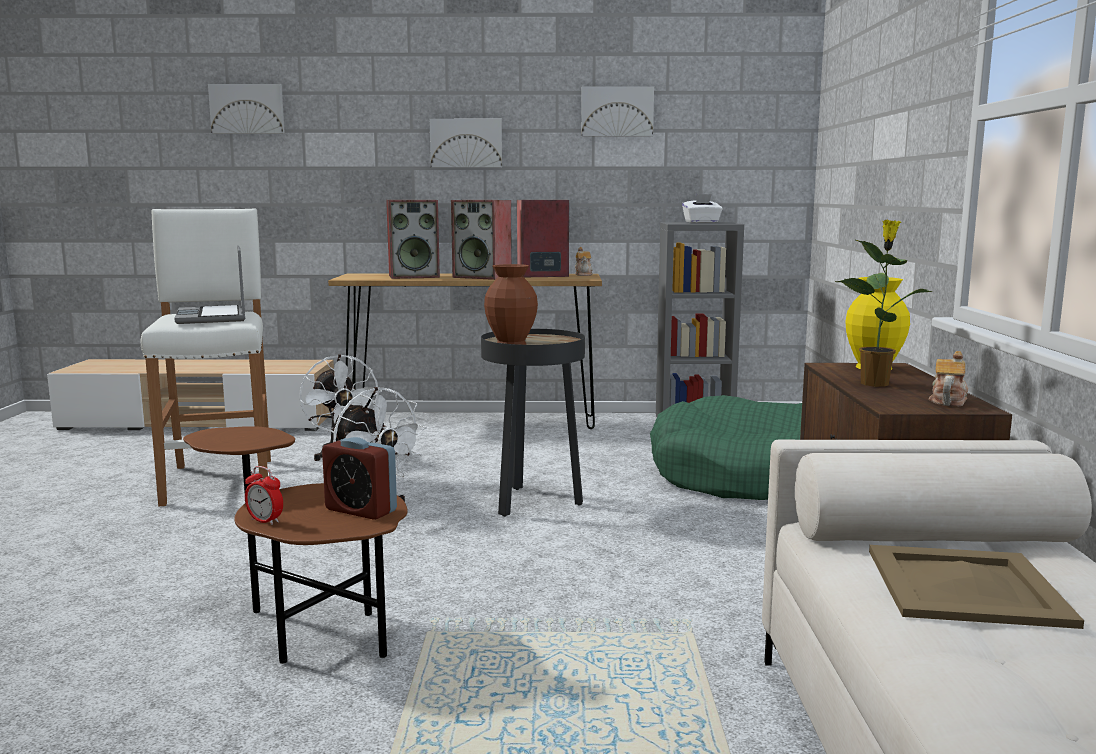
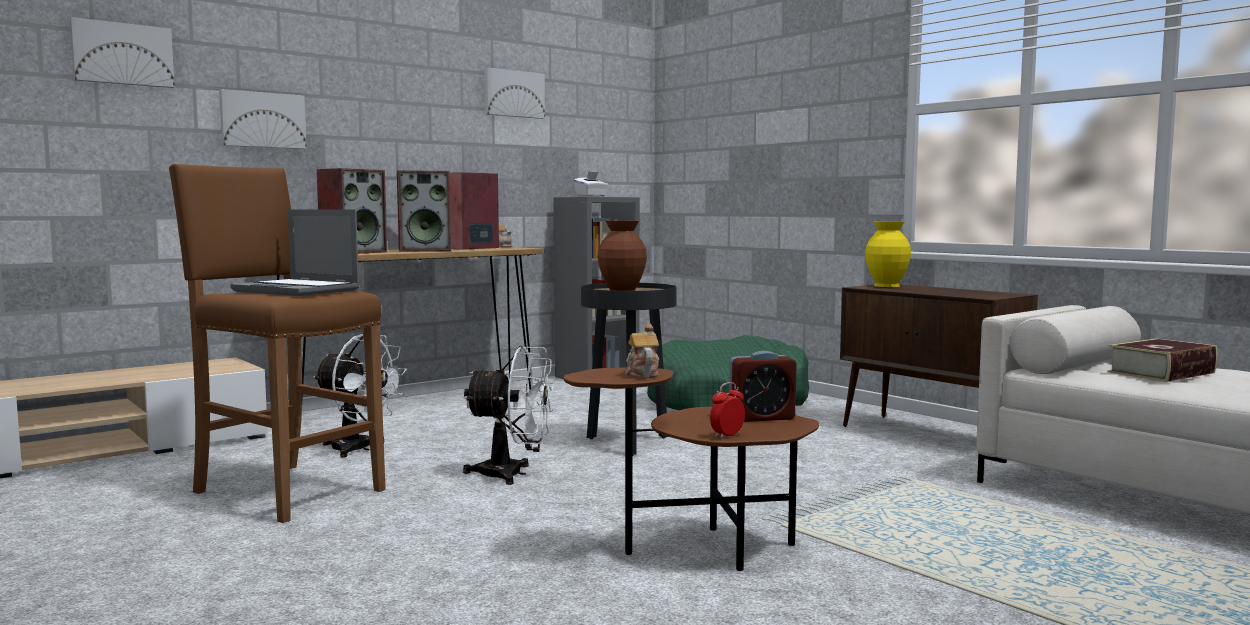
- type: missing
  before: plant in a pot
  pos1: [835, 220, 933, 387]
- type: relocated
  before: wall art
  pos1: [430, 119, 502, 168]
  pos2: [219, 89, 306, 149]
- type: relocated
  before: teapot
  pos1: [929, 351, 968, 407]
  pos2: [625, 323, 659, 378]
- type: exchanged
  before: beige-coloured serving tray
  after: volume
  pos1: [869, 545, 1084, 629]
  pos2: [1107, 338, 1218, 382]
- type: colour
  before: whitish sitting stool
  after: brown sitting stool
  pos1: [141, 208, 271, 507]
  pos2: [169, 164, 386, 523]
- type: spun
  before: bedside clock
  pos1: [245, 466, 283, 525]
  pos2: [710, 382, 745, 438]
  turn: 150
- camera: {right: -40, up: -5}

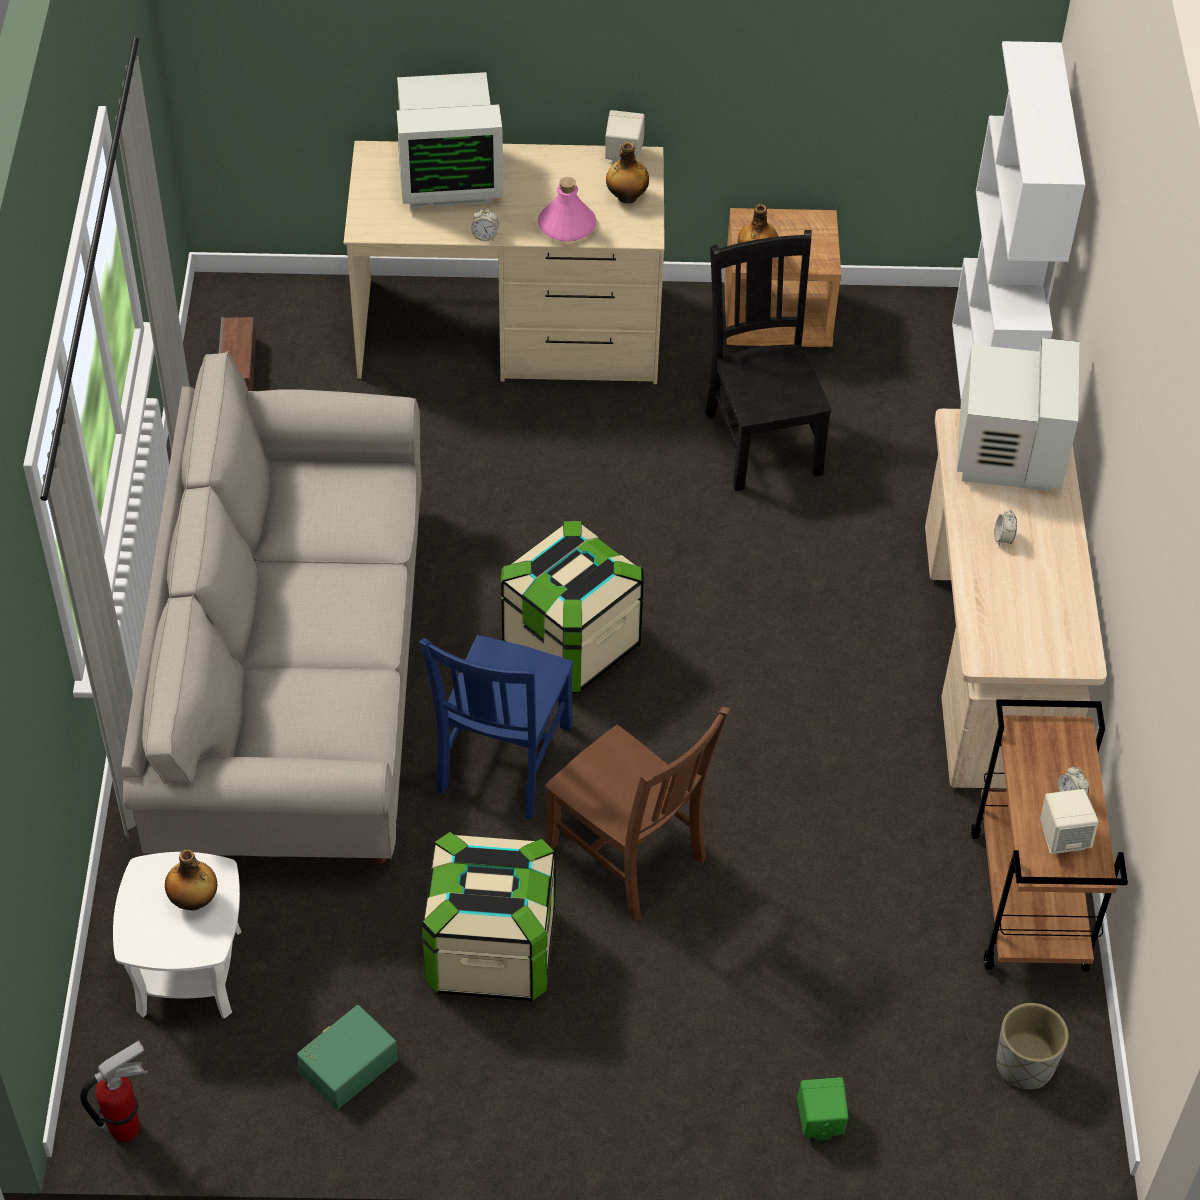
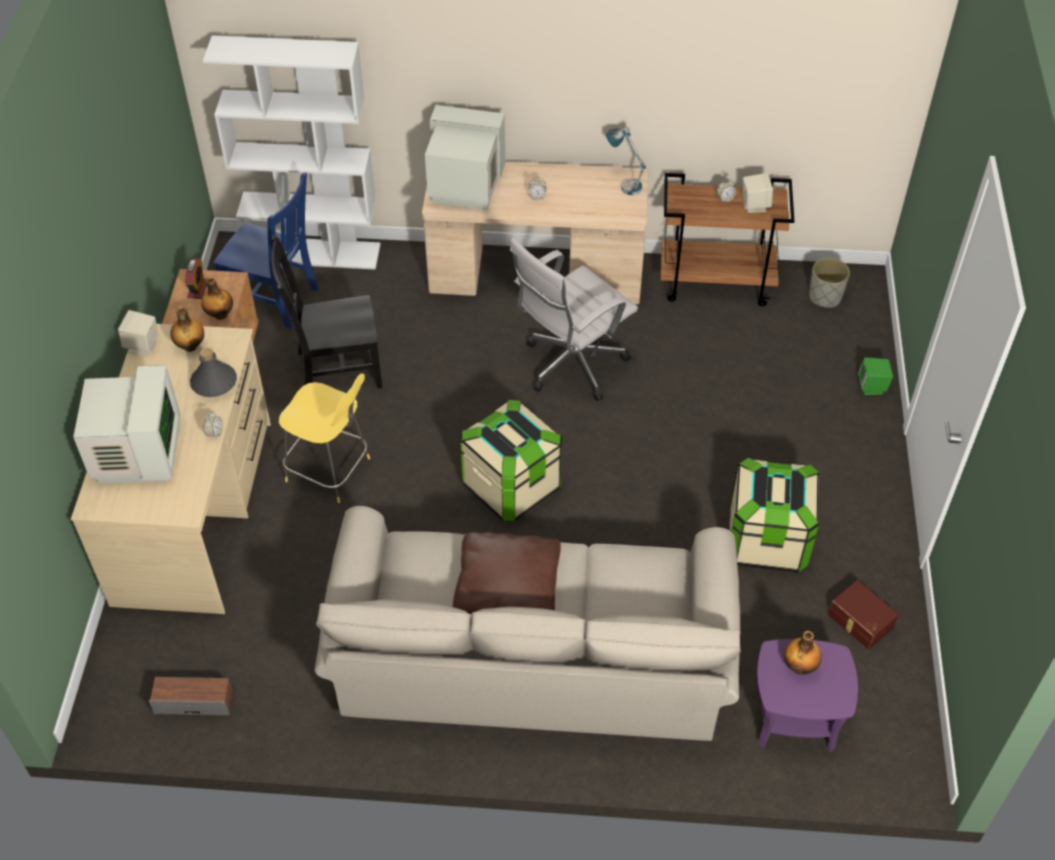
- type: missing
  before: fire extinguisher
  pos1: [80, 1040, 148, 1142]
- type: missing
  before: brown upright chair
  pos1: [545, 707, 731, 921]
- type: appeared
  after: bedside clock
  pos2: [185, 258, 207, 299]
- type: appeared
  after: yellow sitting stool
  pos2: [279, 374, 370, 503]
- type: appeared
  after: brown pillow
  pos2: [453, 532, 561, 614]
- type: appeared
  after: whitish computer chair
  pos2: [510, 238, 638, 401]
- type: appeared
  after: lamp for a table
  pos2: [606, 127, 646, 195]
- type: relocated
  before: bluish upright chair
  pos1: [419, 635, 573, 819]
  pos2: [213, 172, 319, 329]
- type: colour
  before: whitish end table
  after: purple-coloured end table
  pos1: [113, 852, 241, 1019]
  pos2: [756, 639, 858, 753]
- type: colour
  before: greenish storage box
  after: brown storage box
  pos1: [297, 1005, 398, 1110]
  pos2: [828, 580, 899, 649]
- type: colour
  before: pink drink bottle
  after: gray drink bottle
  pos1: [538, 177, 597, 242]
  pos2: [190, 348, 237, 397]
- camera: {right: -85, up: 0}

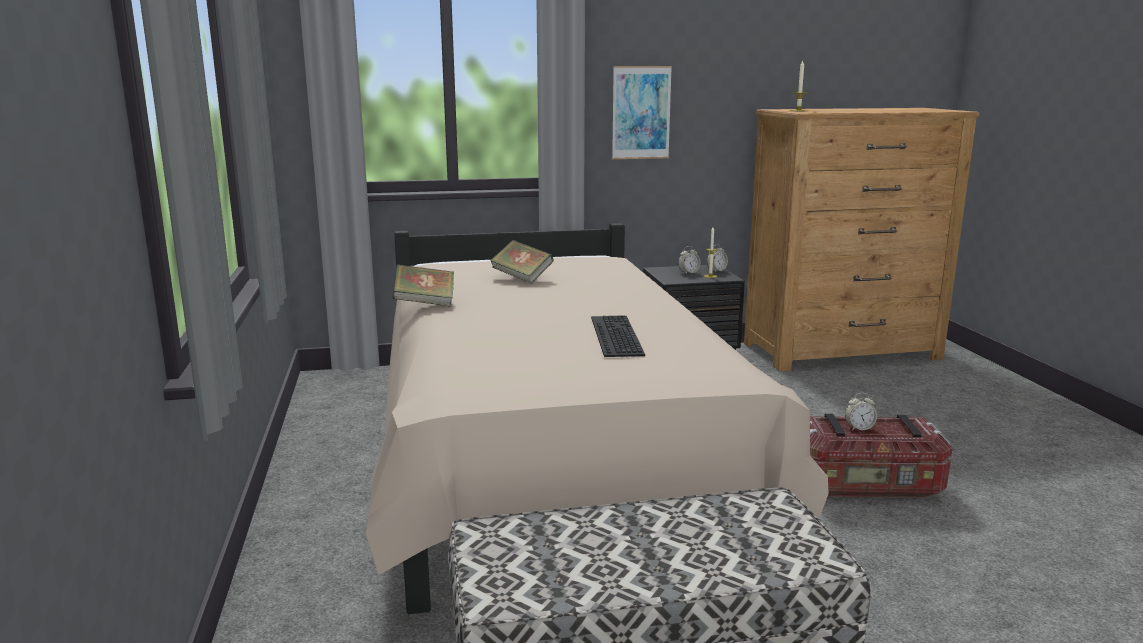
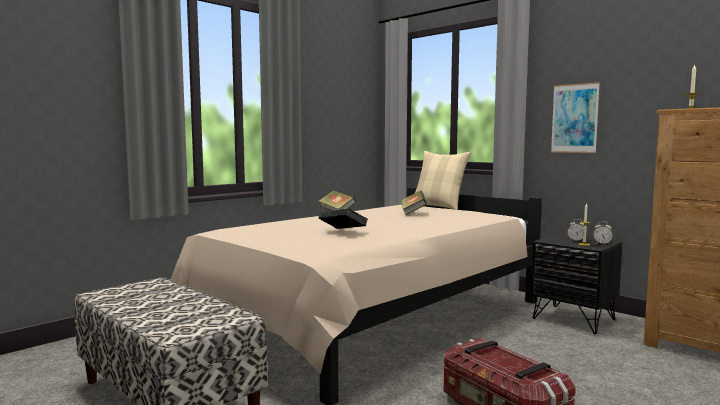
- type: missing
  before: bedside clock
  pos1: [845, 393, 877, 430]
- type: appeared
  after: beige-coloured pillow
  pos2: [415, 151, 471, 210]
- type: exchanged
  before: keyboard
  after: volume
  pos1: [591, 315, 645, 357]
  pos2: [318, 208, 368, 229]
- camera: {right: 55, up: -10}

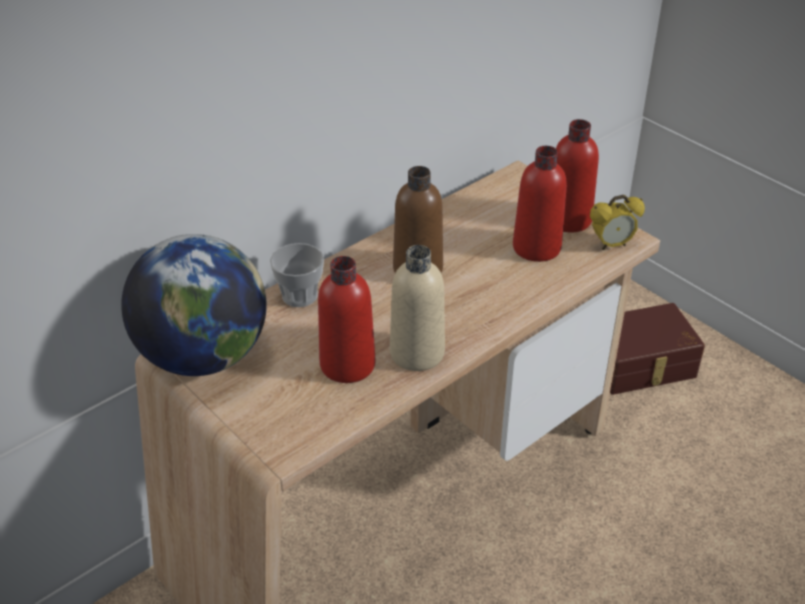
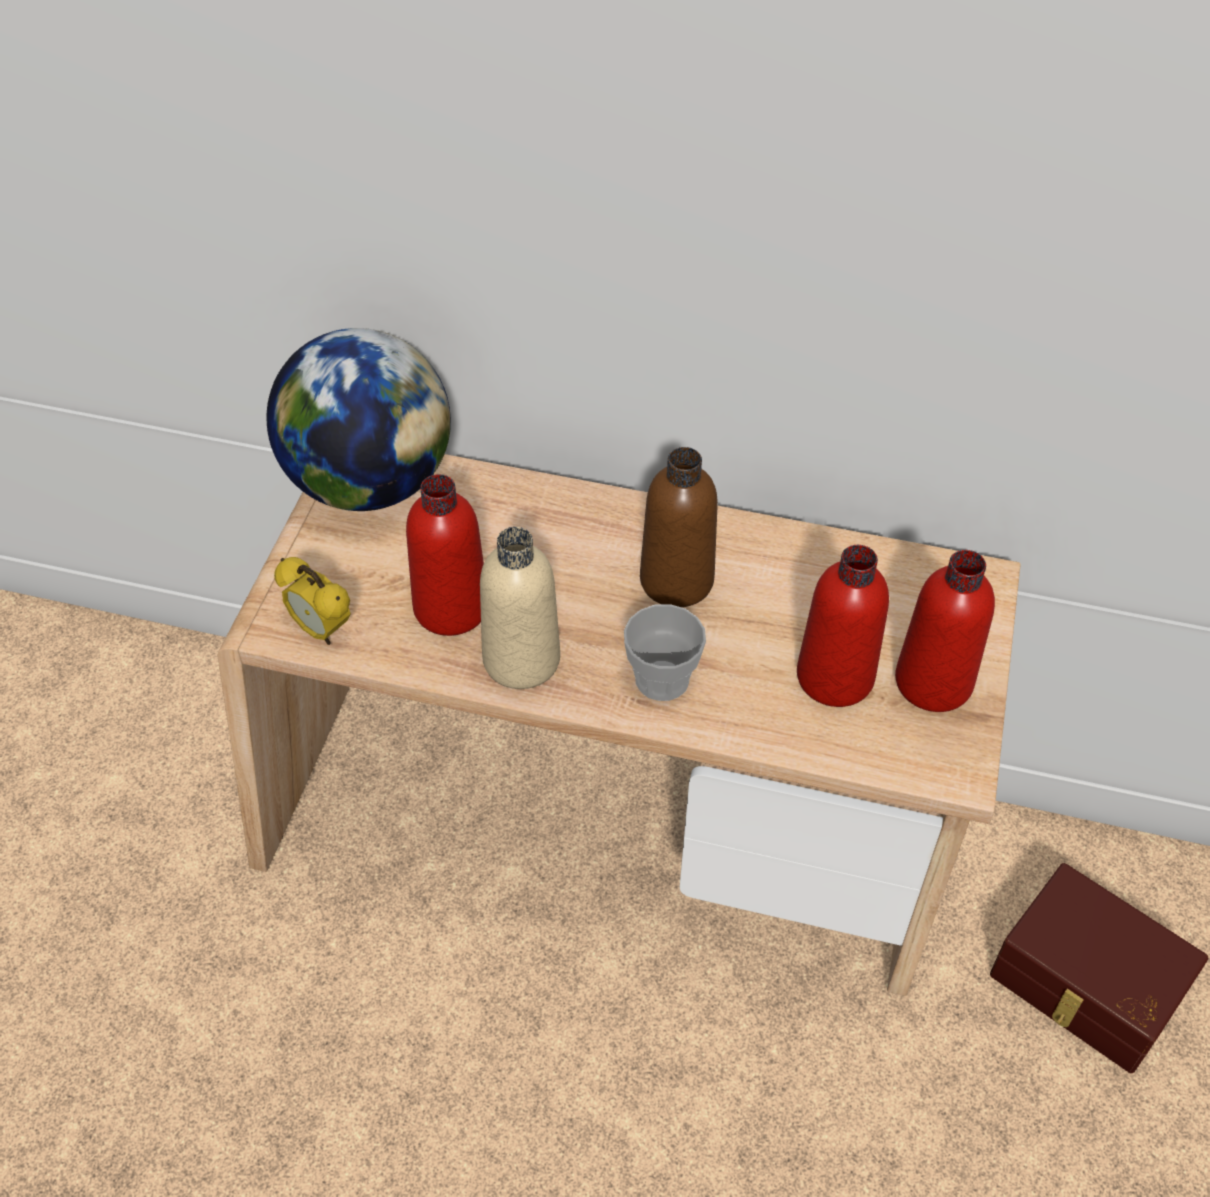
- type: relocated
  before: cup
  pos1: [270, 243, 324, 307]
  pos2: [624, 604, 706, 701]
- type: relocated
  before: bedside clock
  pos1: [590, 195, 645, 250]
  pos2: [274, 557, 351, 645]
- camera: {right: 55, up: 10}

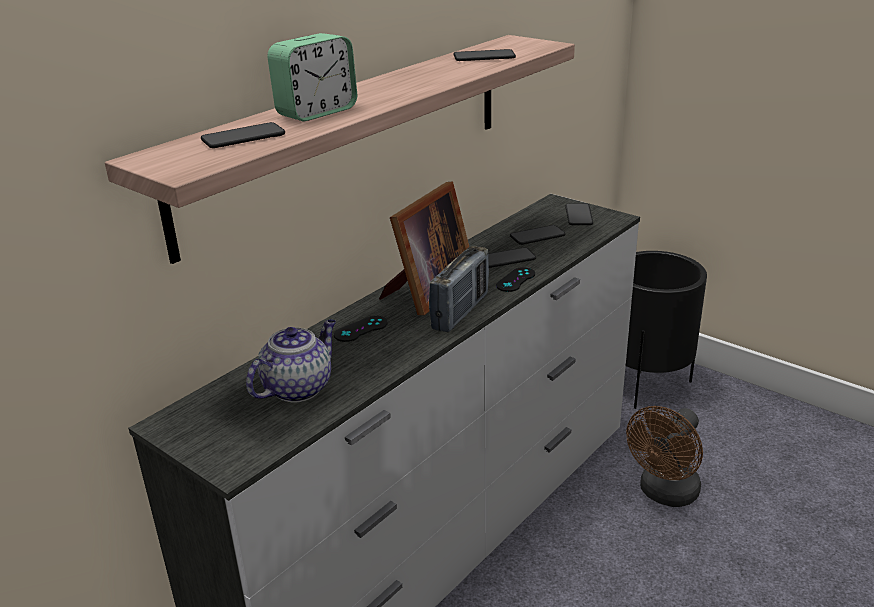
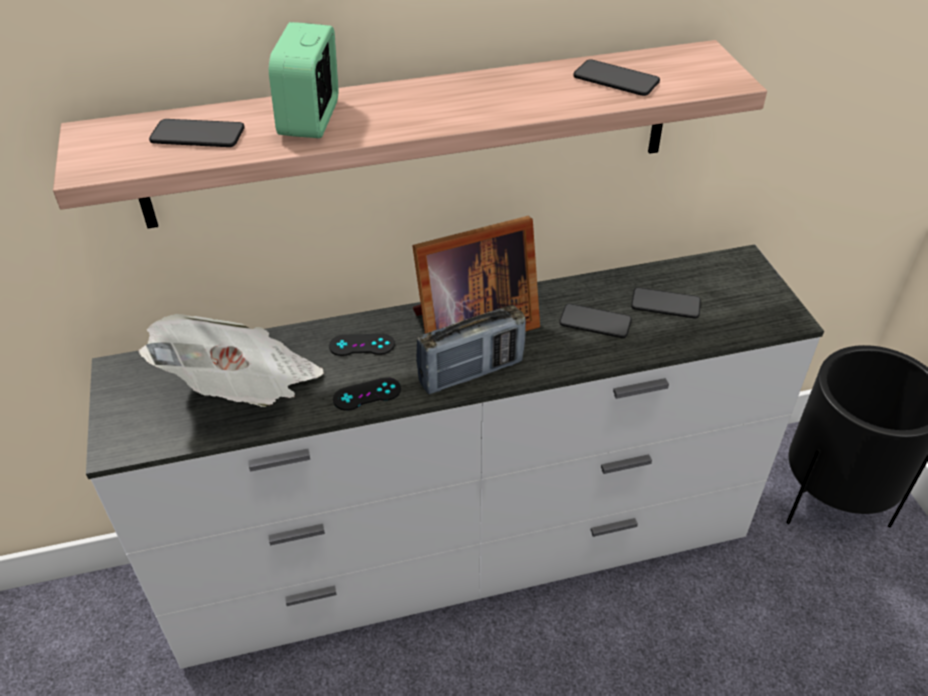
- type: missing
  before: phone
  pos1: [566, 204, 593, 225]
- type: missing
  before: brown cooling fan
  pos1: [626, 406, 703, 507]
- type: relocated
  before: black-coloured gamepad
  pos1: [496, 267, 535, 292]
  pos2: [333, 377, 401, 411]
- type: exchanged
  before: teapot
  after: daily paper
  pos1: [246, 319, 336, 403]
  pos2: [138, 314, 324, 407]
- type: spun
  before: bedside clock
  pos1: [267, 33, 357, 122]
  pos2: [269, 22, 339, 138]
  turn: 105
- camera: {right: 35, up: 15}

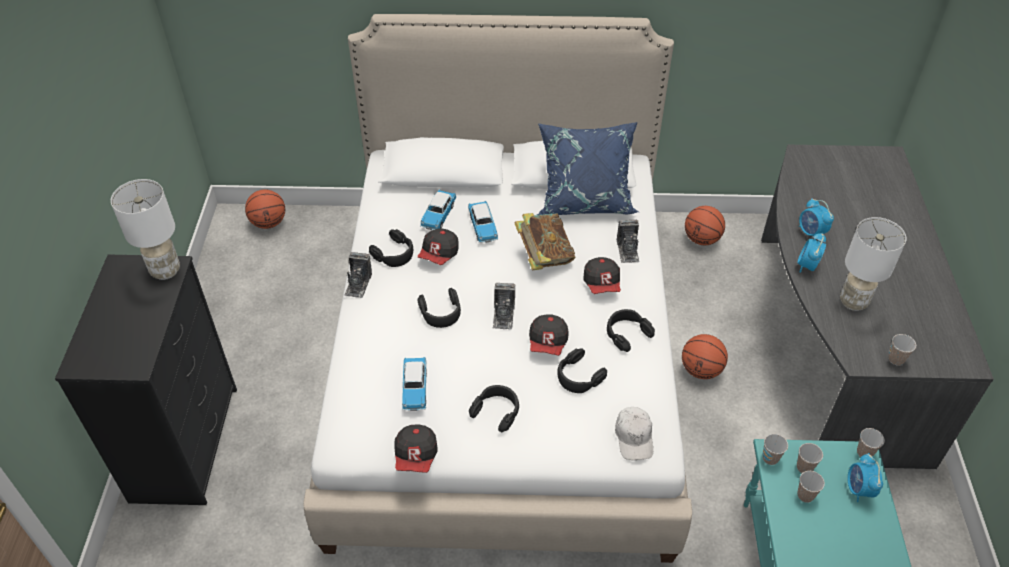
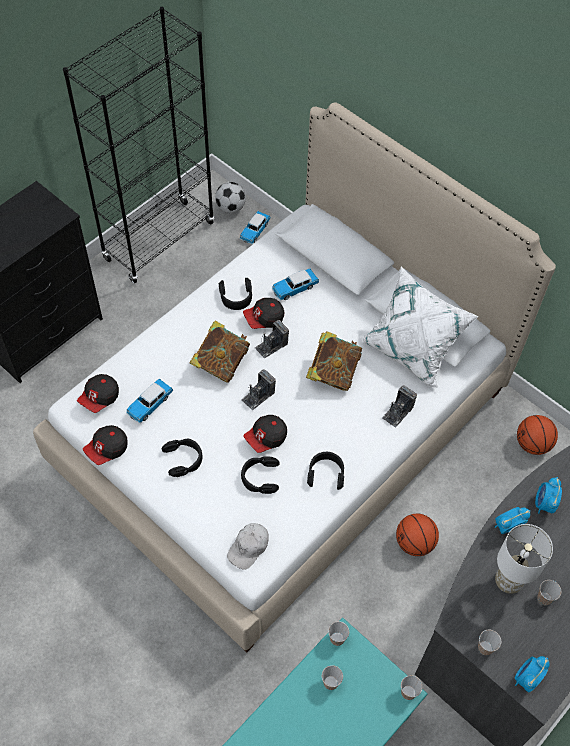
- type: missing
  before: whitish lamp for a table
  pos1: [111, 179, 180, 280]
- type: appeared
  after: black-coloured bookcase
  pos2: [63, 7, 214, 283]
- type: relocated
  before: photo camera
  pos1: [344, 252, 372, 298]
  pos2: [255, 320, 289, 359]
- type: relocated
  before: toy car
  pos1: [468, 201, 498, 243]
  pos2: [240, 211, 271, 244]
- type: relocated
  before: baseball cap
  pos1: [583, 257, 621, 294]
  pos2: [77, 374, 119, 413]
- type: relocated
  before: cup
  pos1: [797, 443, 823, 473]
  pos2: [538, 580, 561, 605]
- type: relocated
  before: bedside clock
  pos1: [847, 453, 883, 502]
  pos2: [515, 656, 550, 693]
- type: exchanged
  before: basketball ball
  after: football ball
  pos1: [245, 189, 285, 229]
  pos2: [215, 182, 246, 213]
- type: exchanged
  before: black-coloured headset
  after: volume
  pos1: [417, 288, 461, 328]
  pos2: [190, 321, 250, 383]
- type: colour
  before: bluish pillow
  after: whitish pillow
  pos1: [537, 122, 639, 215]
  pos2: [360, 267, 478, 389]
- camera: {right: 40, up: 10}

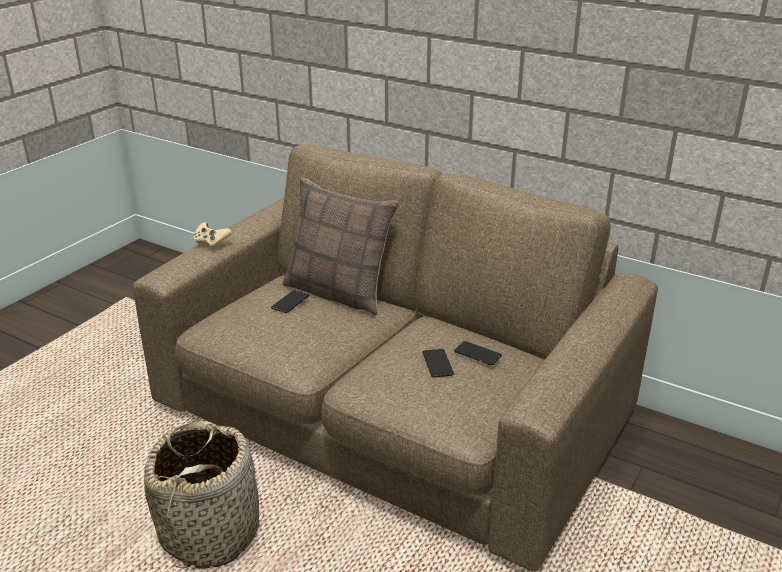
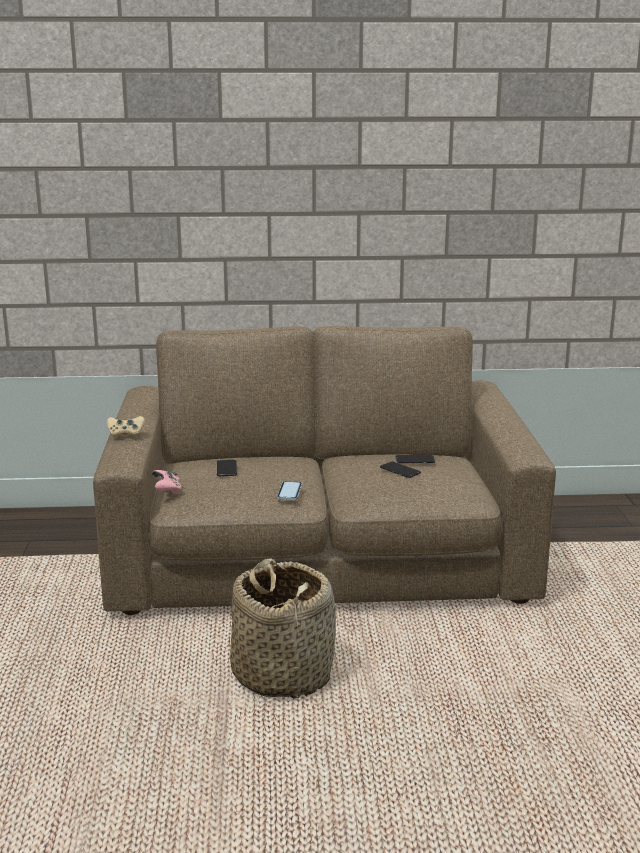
- type: missing
  before: pillow
  pos1: [282, 177, 399, 315]
- type: appeared
  after: pink gamepad
  pos2: [152, 470, 181, 494]
- type: appeared
  after: phone
  pos2: [277, 481, 302, 500]
- camera: {right: -35, up: -10}

